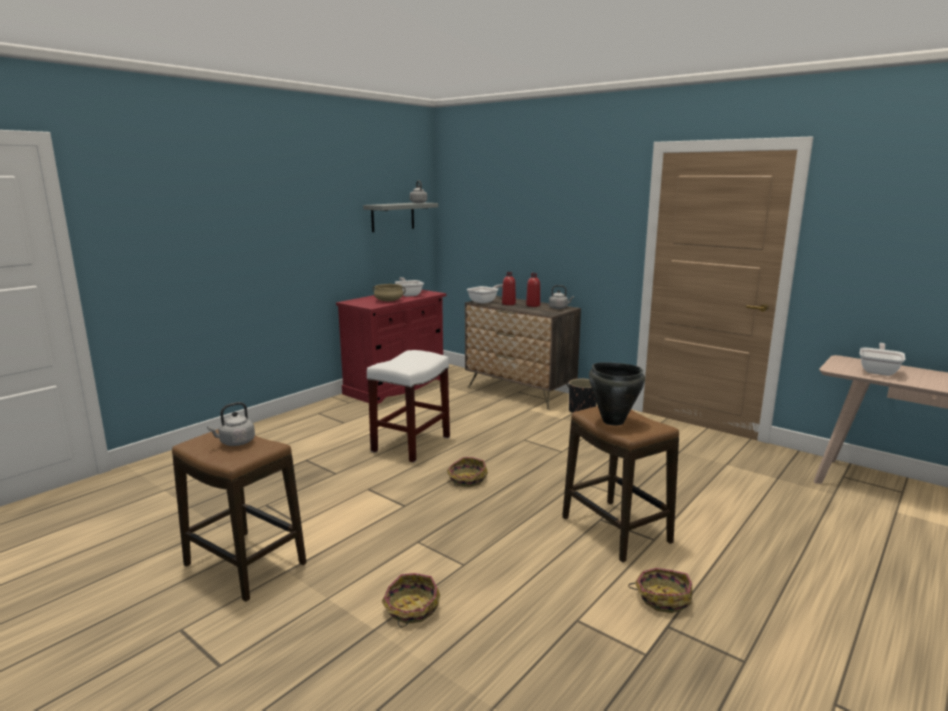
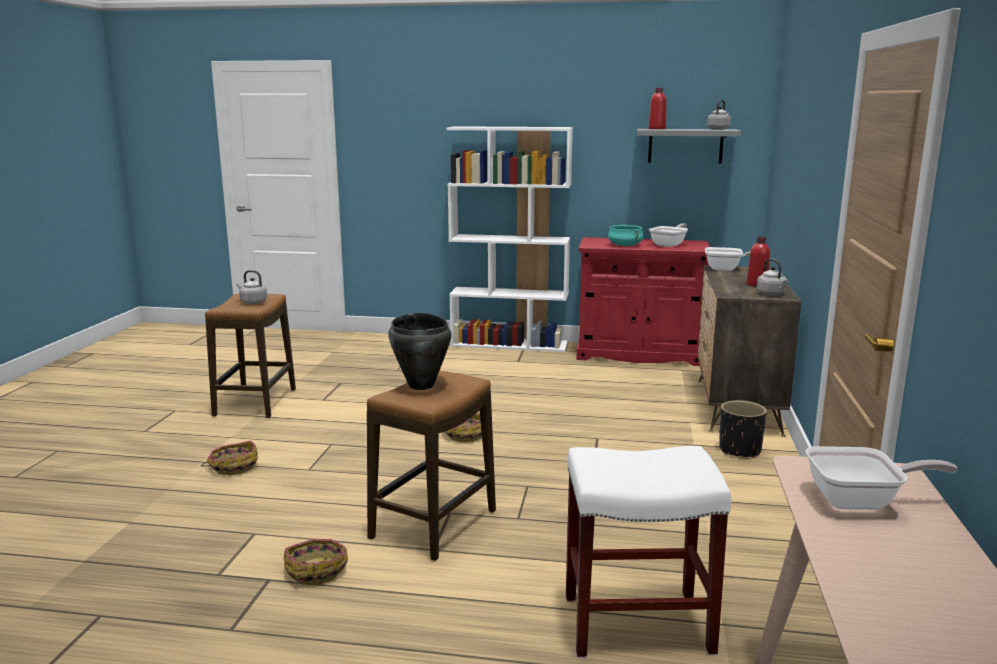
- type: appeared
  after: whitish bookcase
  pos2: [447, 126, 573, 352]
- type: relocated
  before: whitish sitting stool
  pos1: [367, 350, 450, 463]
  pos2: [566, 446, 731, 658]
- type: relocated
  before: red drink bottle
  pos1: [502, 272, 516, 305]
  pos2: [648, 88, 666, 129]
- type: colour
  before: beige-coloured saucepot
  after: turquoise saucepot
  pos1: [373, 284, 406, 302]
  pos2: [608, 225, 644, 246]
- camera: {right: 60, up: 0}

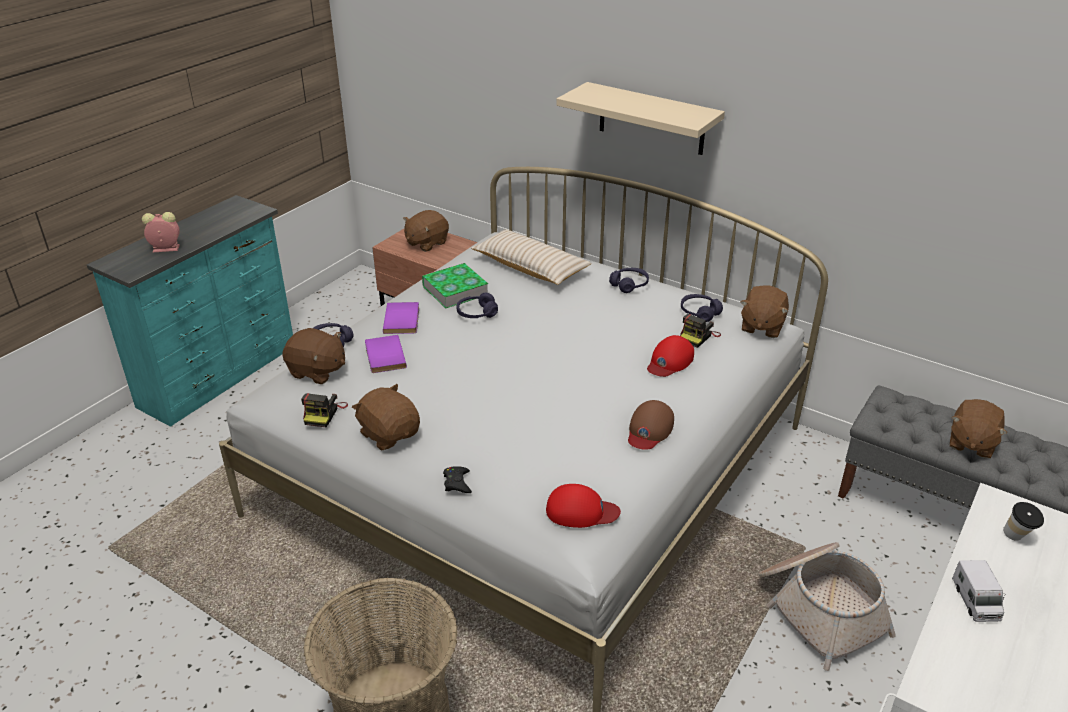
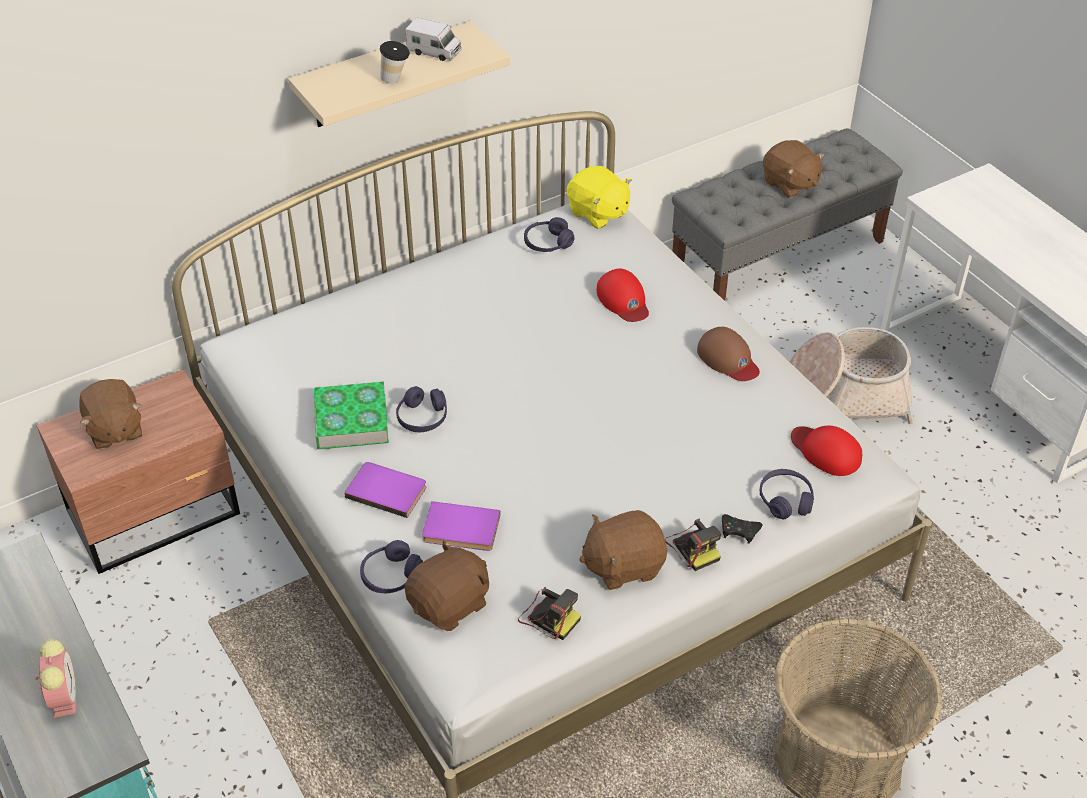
- type: missing
  before: beige-coloured pillow
  pos1: [471, 229, 592, 285]
- type: relocated
  before: purple-coloured headset
  pos1: [609, 268, 649, 293]
  pos2: [760, 469, 814, 519]
- type: relocated
  before: photo camera
  pos1: [680, 314, 721, 348]
  pos2: [665, 519, 721, 571]
- type: relocated
  before: toy truck
  pos1: [952, 560, 1005, 622]
  pos2: [405, 17, 462, 61]
- type: relocated
  before: cup
  pos1: [1003, 502, 1044, 541]
  pos2: [380, 41, 410, 83]
- type: colour
  before: brown soft toy
  after: yellow soft toy
  pos1: [741, 285, 789, 338]
  pos2: [567, 166, 632, 229]
- type: spun
  before: bedside clock
  pos1: [142, 212, 180, 252]
  pos2: [35, 639, 76, 718]
  turn: 150
- type: spun
  before: red baseball cap
  pos1: [546, 484, 621, 528]
  pos2: [791, 426, 862, 476]
  turn: -75
- camera: {right: -65, up: 10}

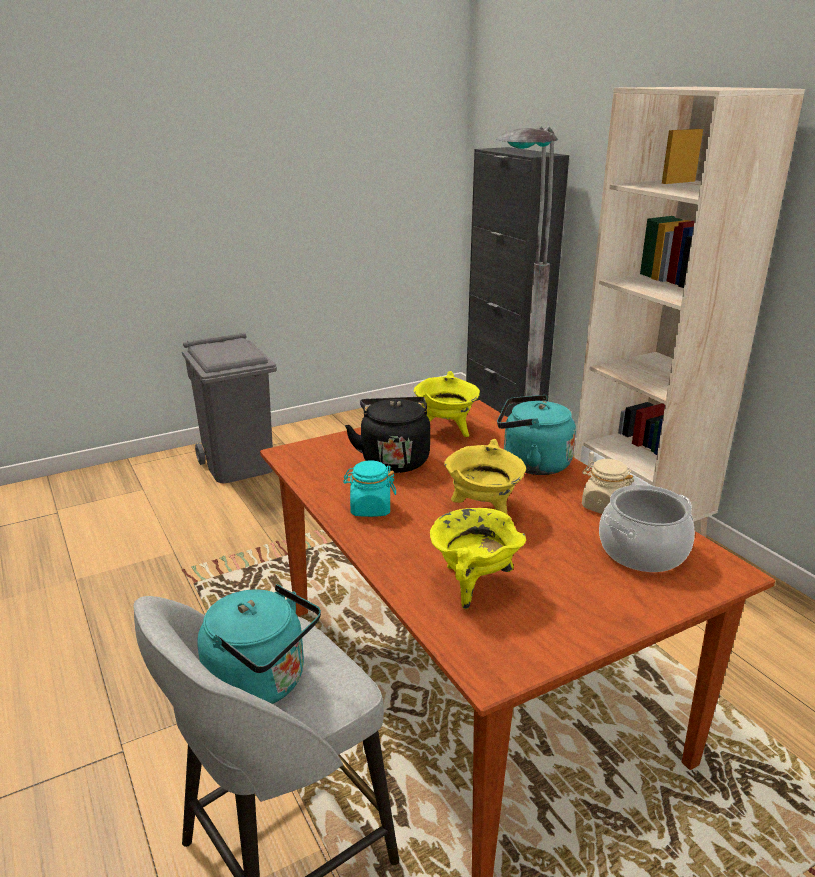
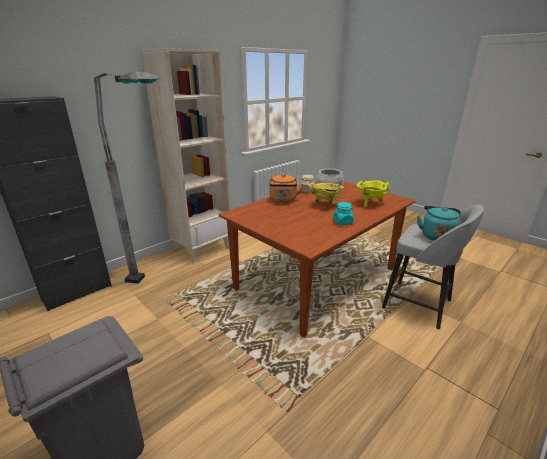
- type: missing
  before: black-coloured water kettle
  pos1: [345, 397, 430, 473]
- type: missing
  before: yellow saucepot
  pos1: [413, 371, 480, 437]
- type: colour
  before: turquoise water kettle
  after: orange-coloured water kettle
  pos1: [497, 395, 576, 475]
  pos2: [269, 174, 303, 203]
- camera: {right: -105, up: 0}

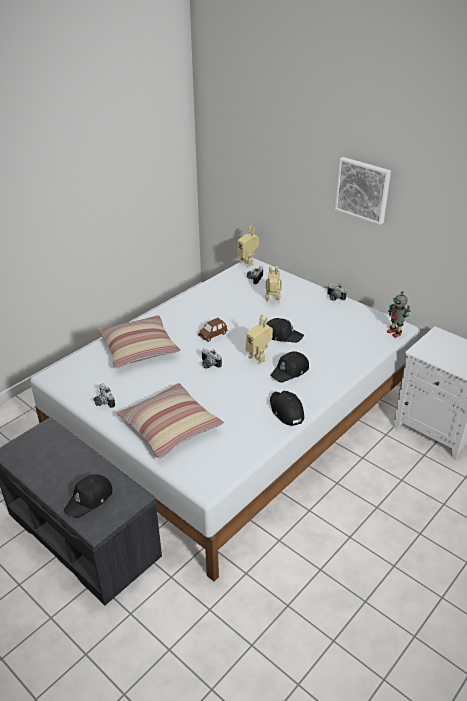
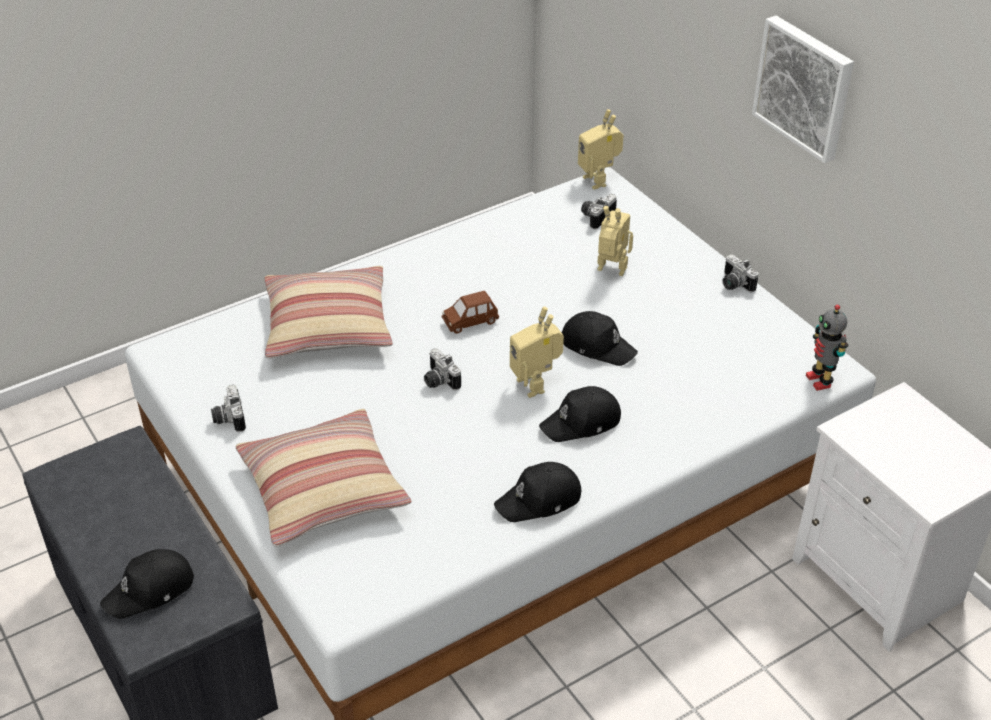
- type: spun
  before: black-coloured baseball cap
  pos1: [270, 391, 304, 426]
  pos2: [494, 462, 581, 522]
  turn: -105
- camera: {right: 15, up: 5}

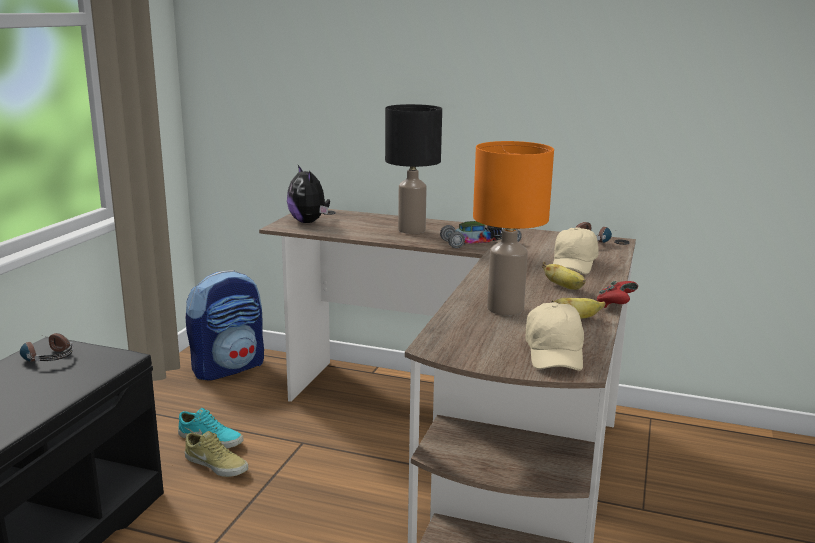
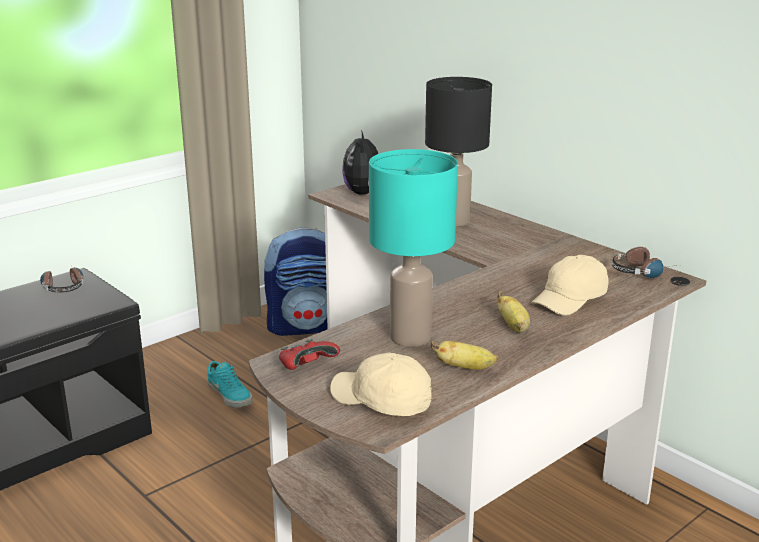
- type: missing
  before: beige-coloured item of footwear
  pos1: [185, 431, 248, 477]
- type: missing
  before: toy car
  pos1: [440, 221, 522, 248]
- type: relocated
  before: red gamepad
  pos1: [597, 281, 638, 308]
  pos2: [279, 339, 340, 370]
- type: colour
  before: orange-coloured lamp for a table
  after: turquoise lamp for a table
  pos1: [473, 141, 554, 315]
  pos2: [369, 149, 458, 347]
- type: spun
  before: beige-coloured baseball cap
  pos1: [525, 302, 584, 371]
  pos2: [330, 353, 432, 416]
  turn: 90
- camera: {right: 30, up: 5}

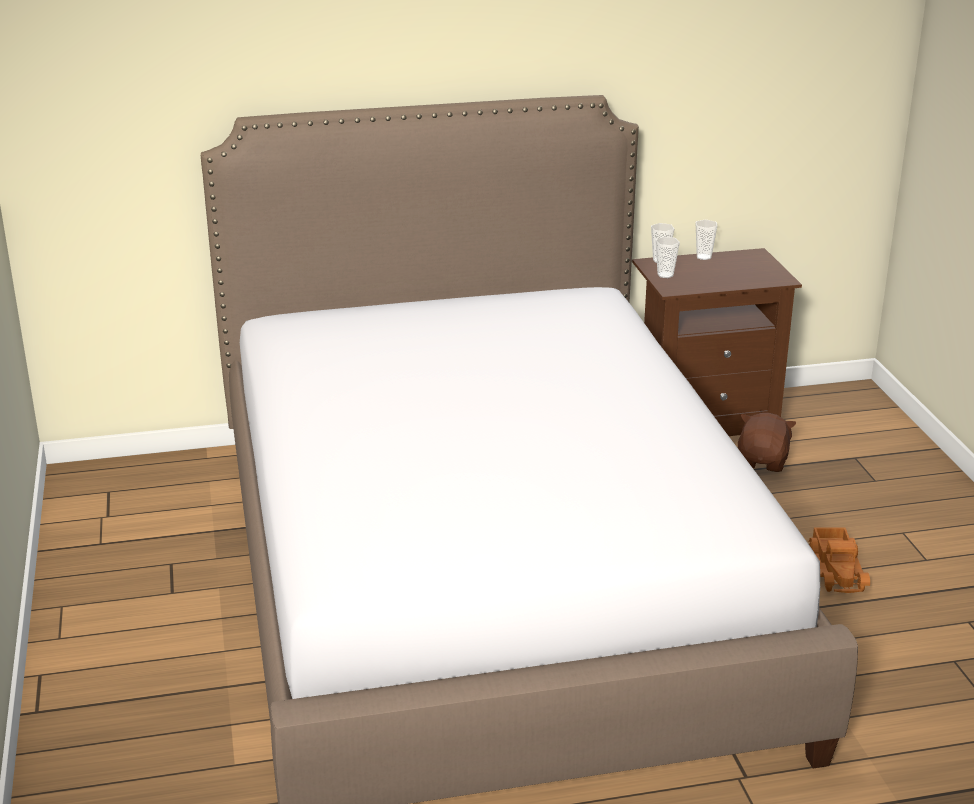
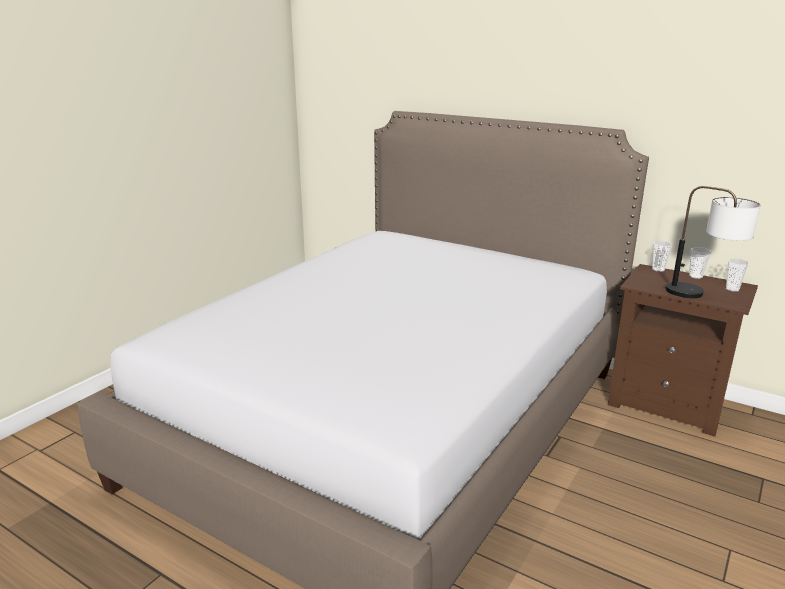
- type: missing
  before: brown soft toy
  pos1: [738, 413, 796, 472]
- type: missing
  before: toy truck
  pos1: [808, 527, 870, 593]
- type: appeared
  after: lamp for a table
  pos2: [666, 186, 761, 298]
- type: relocated
  before: cup
  pos1: [655, 237, 680, 278]
  pos2: [726, 259, 749, 292]
- camera: {right: 45, up: -5}

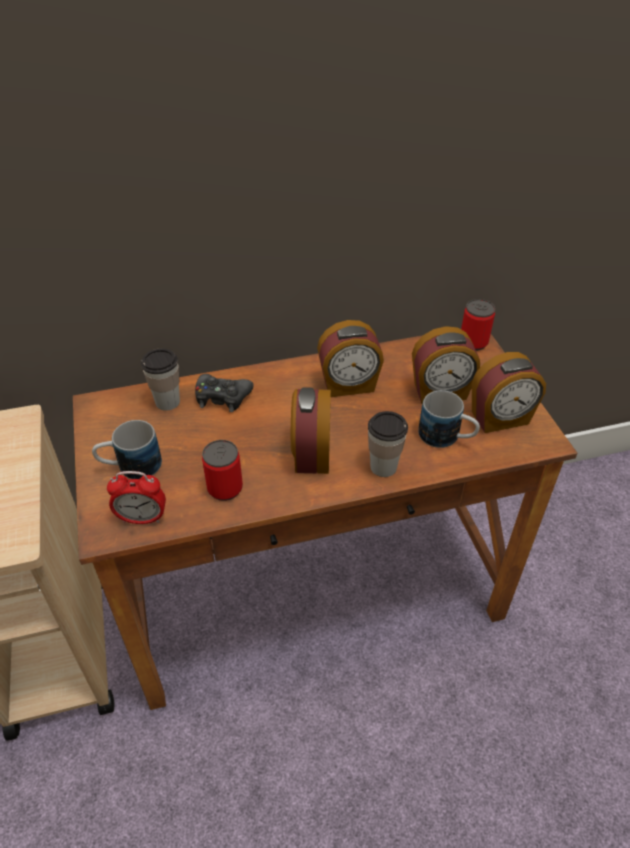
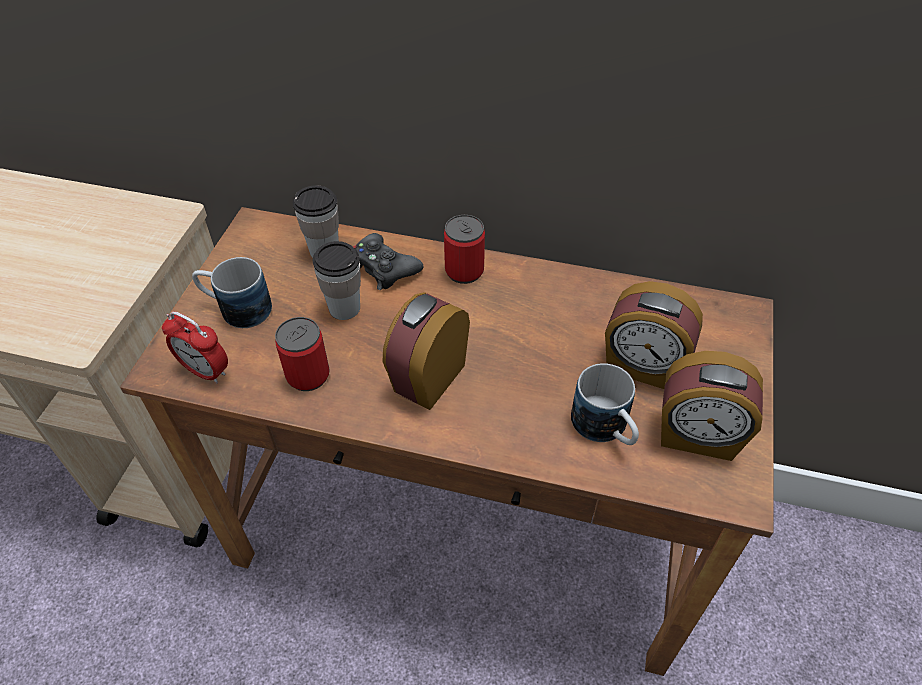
- type: missing
  before: bedside clock
  pos1: [317, 320, 384, 397]
- type: relocated
  before: cup
  pos1: [368, 411, 408, 477]
  pos2: [313, 241, 361, 320]
- type: relocated
  before: sealed can
  pos1: [461, 299, 495, 351]
  pos2: [444, 215, 485, 284]
- camera: {right: 30, up: 5}

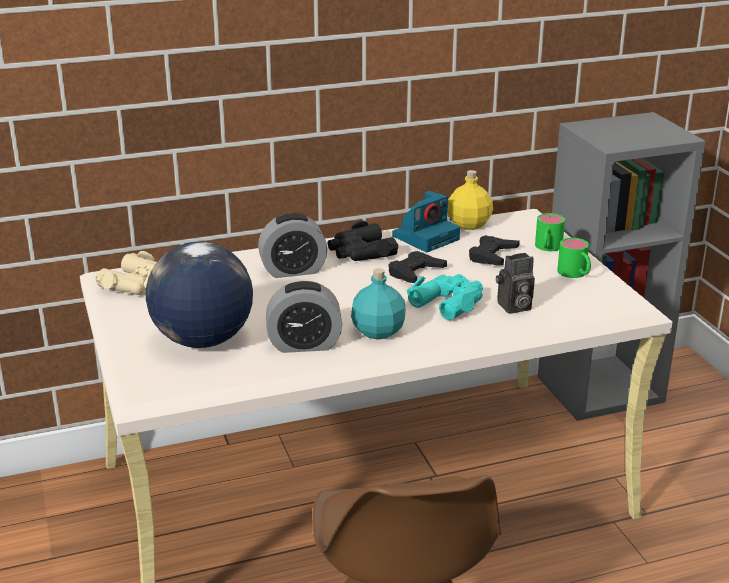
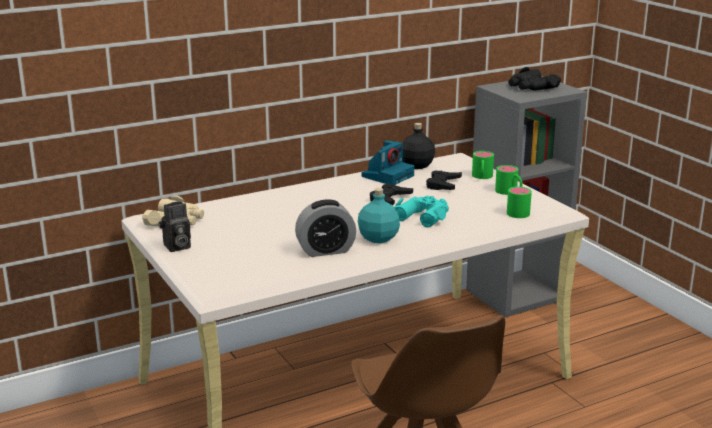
- type: missing
  before: world globe
  pos1: [146, 242, 253, 348]
- type: missing
  before: bedside clock
  pos1: [258, 213, 327, 278]
- type: appeared
  after: greenish mug
  pos2: [507, 187, 532, 218]
- type: relocated
  before: black-coloured pair of binoculars
  pos1: [328, 221, 399, 261]
  pos2: [508, 67, 561, 91]
- type: relocated
  before: photo camera
  pos1: [496, 253, 535, 314]
  pos2: [159, 201, 191, 252]
- type: colour
  before: yellow drink bottle
  after: black-coloured drink bottle
  pos1: [448, 170, 493, 230]
  pos2: [403, 123, 435, 169]
- camera: {right: -10, up: -5}

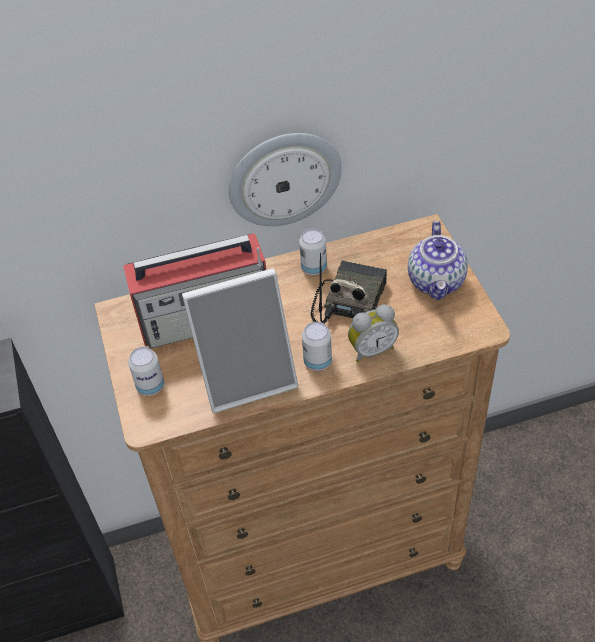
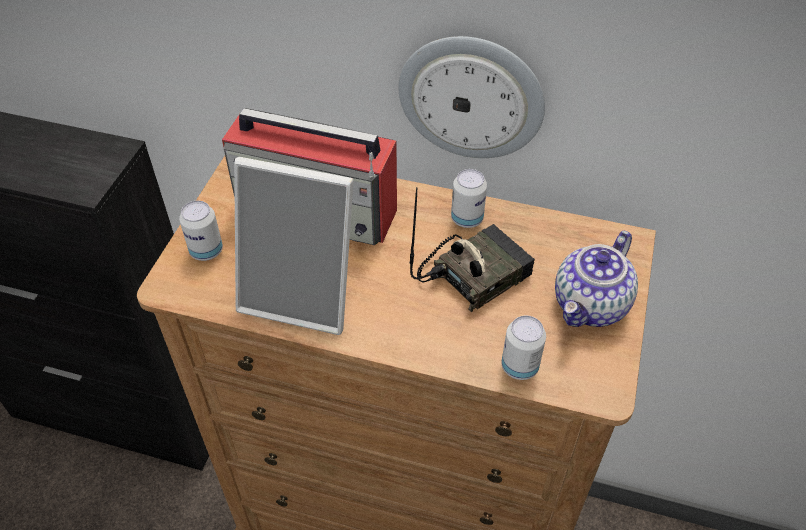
- type: missing
  before: bedside clock
  pos1: [348, 304, 399, 362]
- type: relocated
  before: sealed can
  pos1: [302, 322, 332, 371]
  pos2: [501, 316, 546, 380]
- camera: {right: 30, up: 0}

